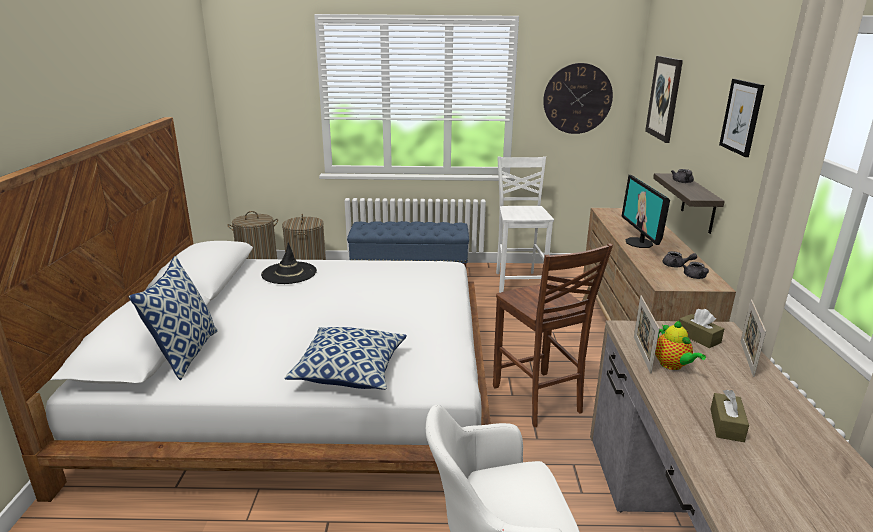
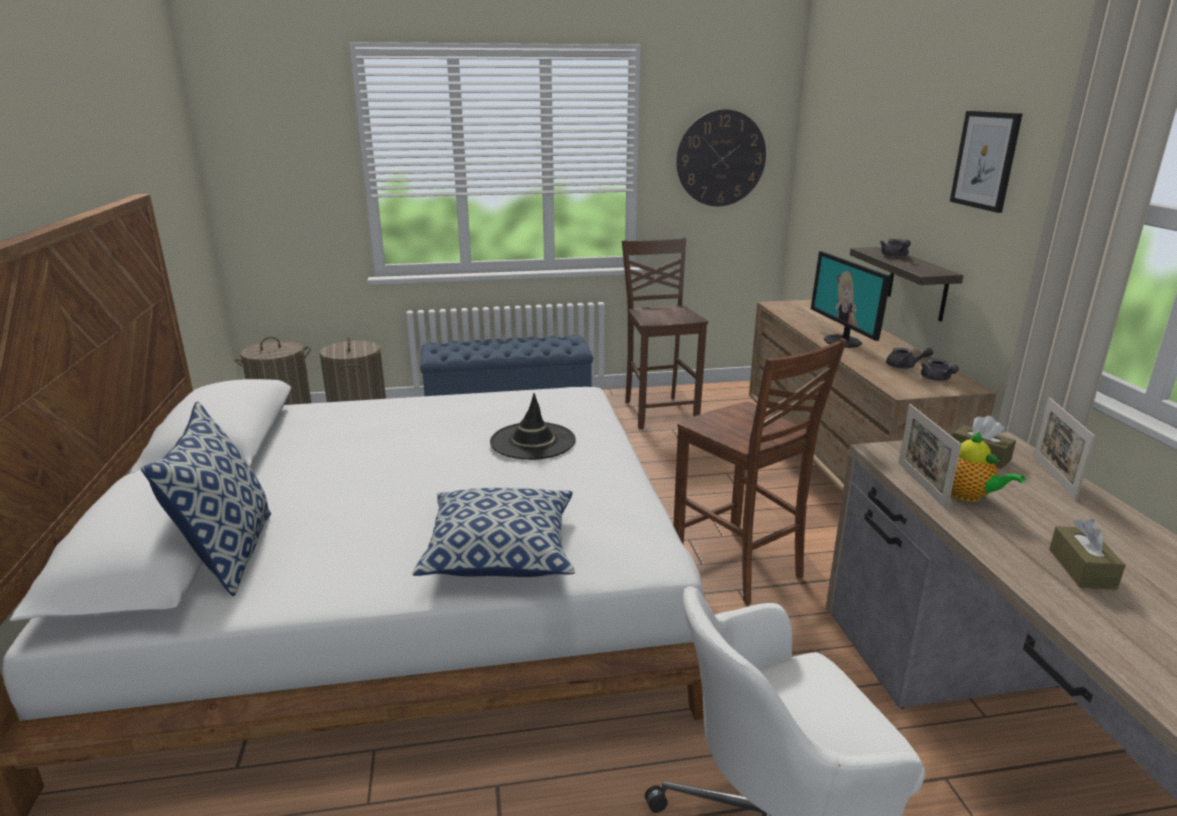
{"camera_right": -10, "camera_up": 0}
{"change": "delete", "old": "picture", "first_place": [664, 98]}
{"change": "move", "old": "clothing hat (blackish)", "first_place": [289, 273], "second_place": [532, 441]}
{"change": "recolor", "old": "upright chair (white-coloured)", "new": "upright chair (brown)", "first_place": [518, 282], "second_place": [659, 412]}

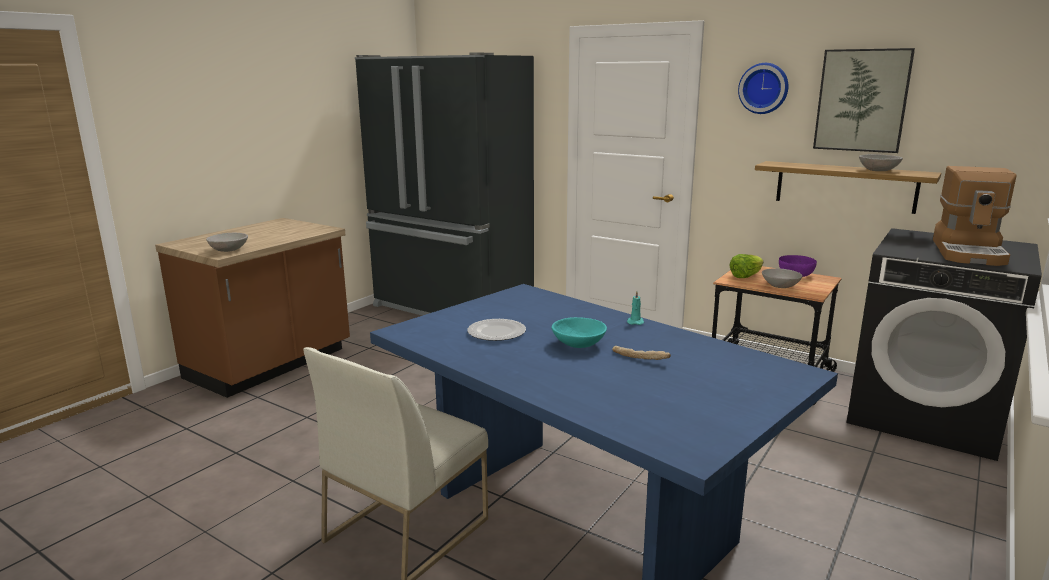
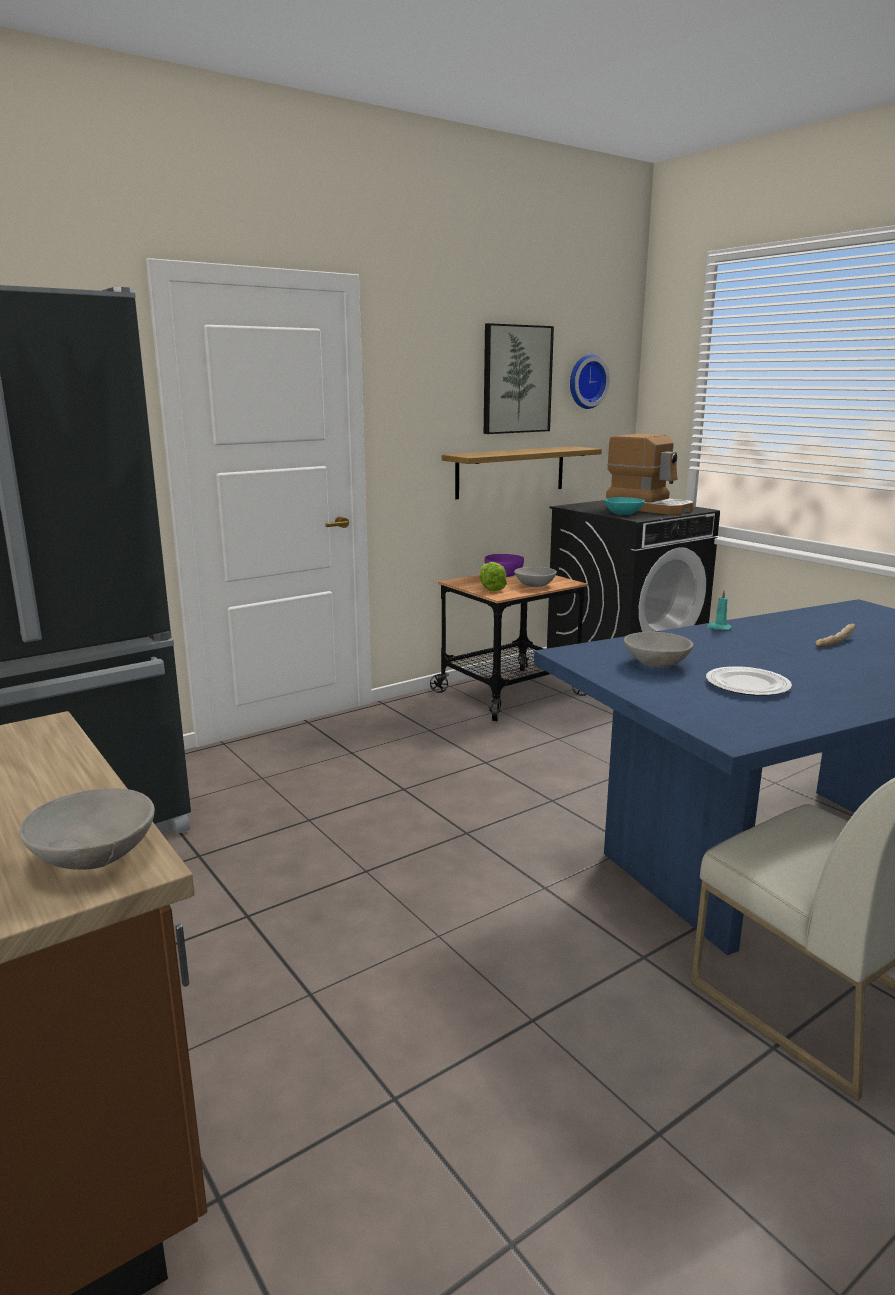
{"camera_right": -70, "camera_up": 0}
{"change": "move", "old": "bowl (turquoise-coloured)", "first_place": [578, 344], "second_place": [623, 514]}
{"change": "move", "old": "hanging clock", "first_place": [764, 88], "second_place": [585, 381]}
{"change": "move", "old": "bowl (grey)", "first_place": [878, 170], "second_place": [656, 664]}

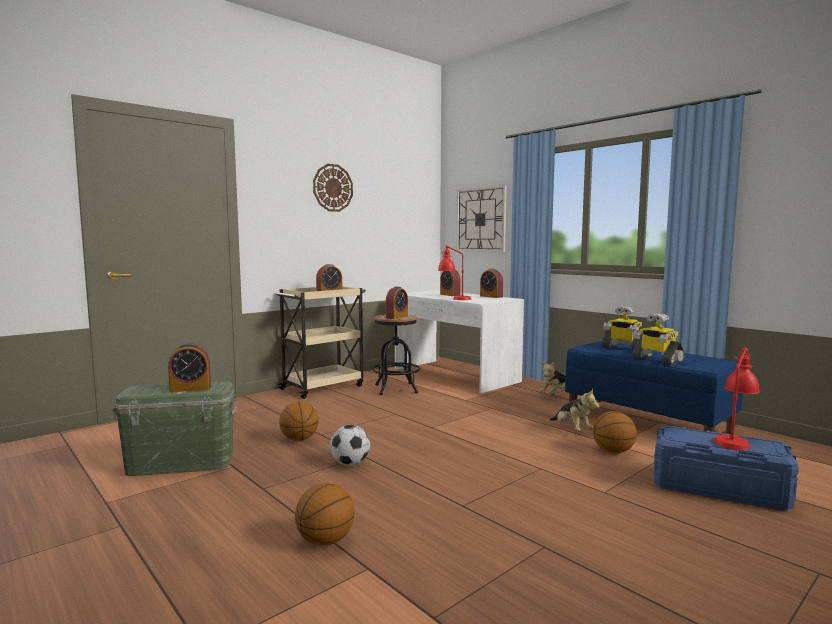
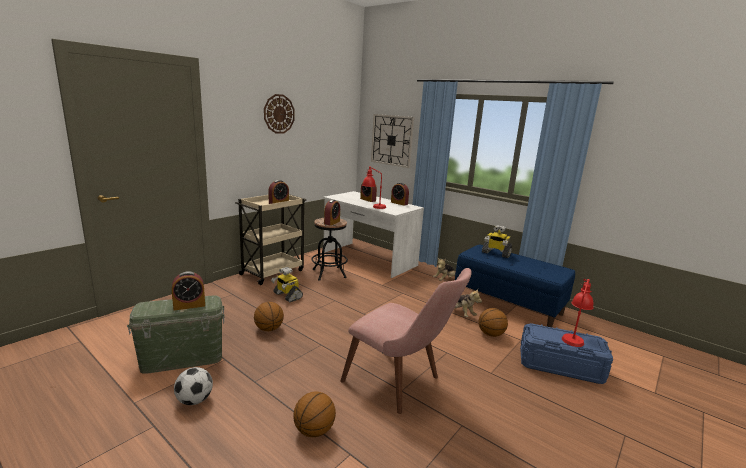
{"camera_right": -10, "camera_up": 10}
{"change": "insert", "new": "upright chair (pink)", "second_place": [401, 383]}
{"change": "move", "old": "football ball", "first_place": [350, 464], "second_place": [194, 400]}
{"change": "move", "old": "model robot", "first_place": [656, 359], "second_place": [287, 296]}

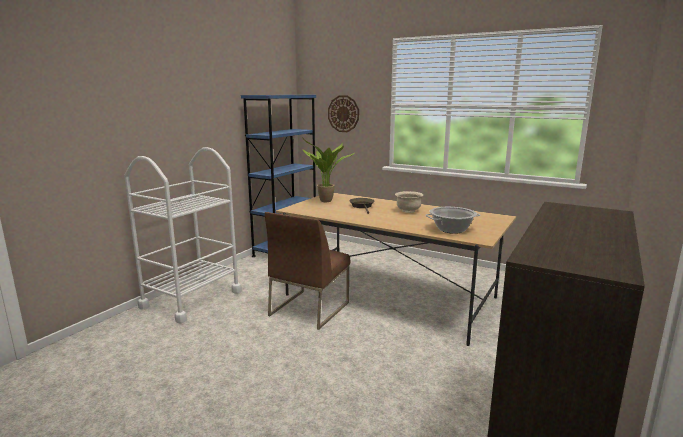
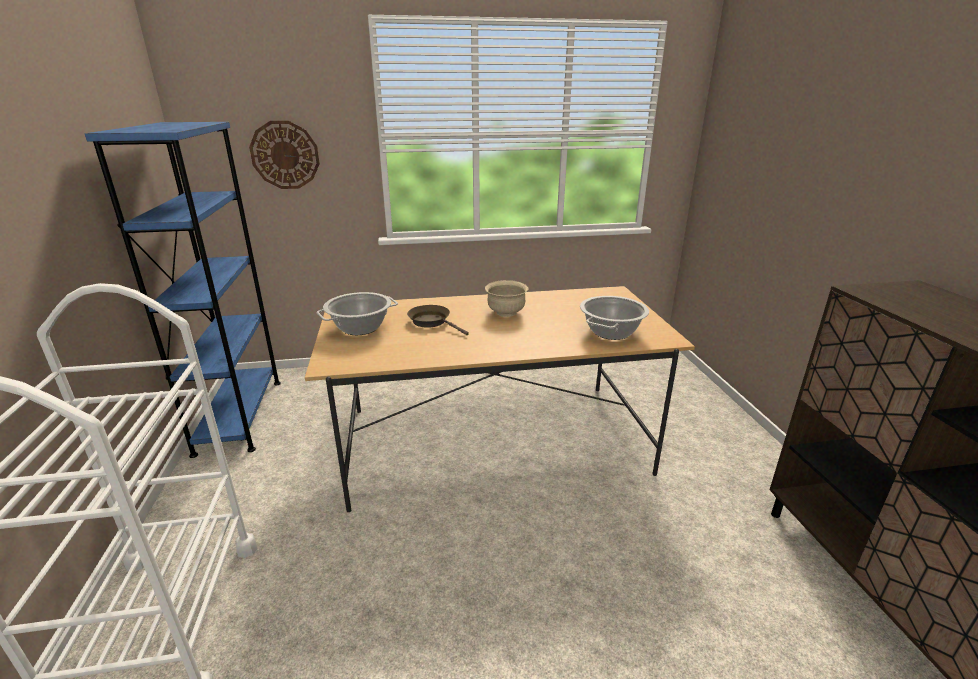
{"camera_right": -40, "camera_up": 10}
{"change": "delete", "old": "upright chair (brown)", "first_place": [309, 308]}
{"change": "replace", "old": "plant in a pot", "new": "saucepot", "first_place": [326, 201], "second_place": [360, 328]}

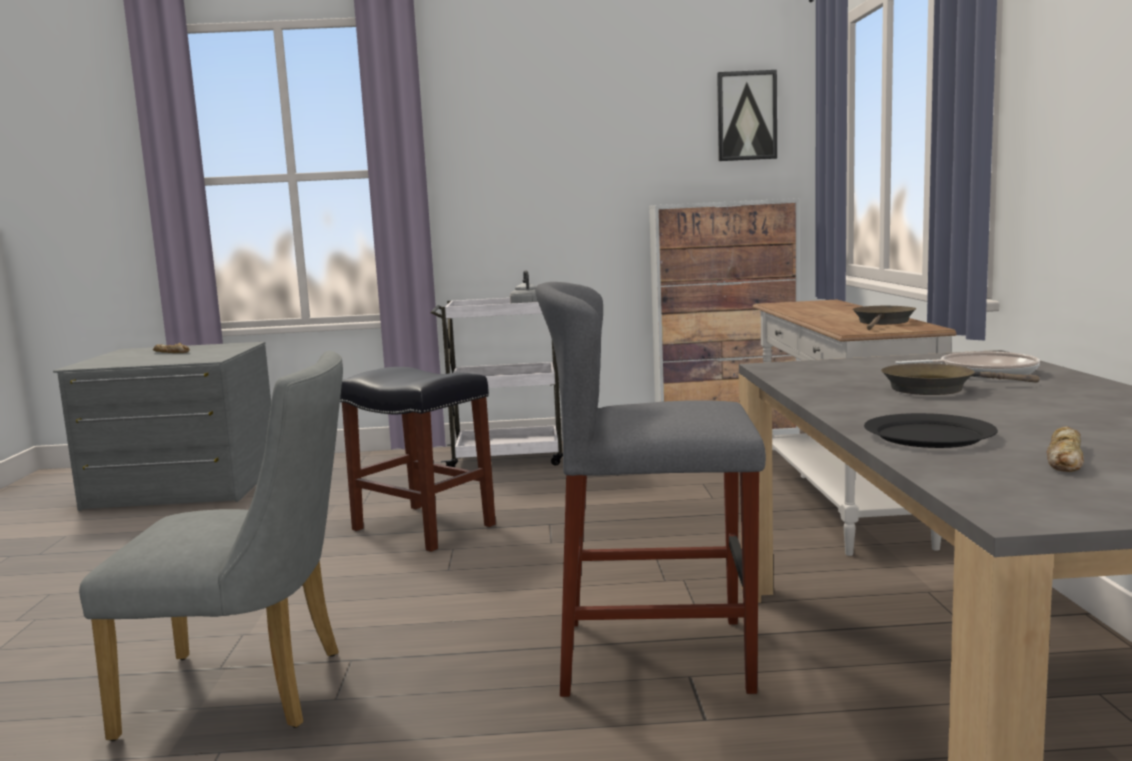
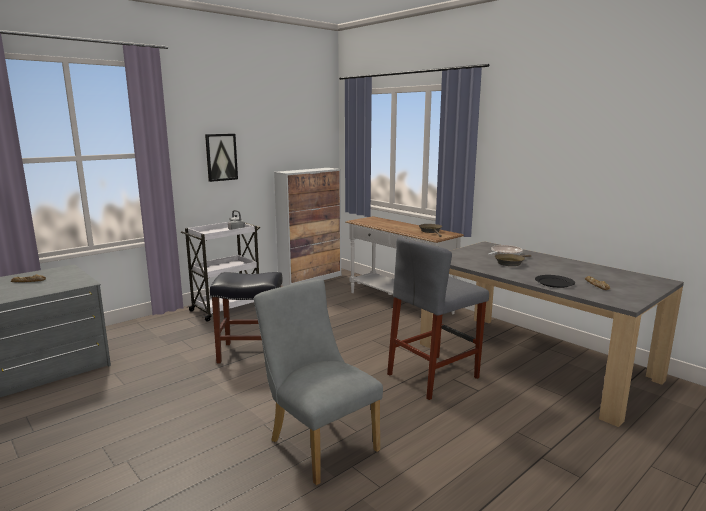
{"camera_right": -40, "camera_up": 5}
{"change": "move", "old": "picture", "first_place": [746, 116], "second_place": [221, 157]}
{"change": "rotate", "old": "upright chair (grey)", "first_place": [251, 691], "second_place": [318, 442], "degrees": -90}

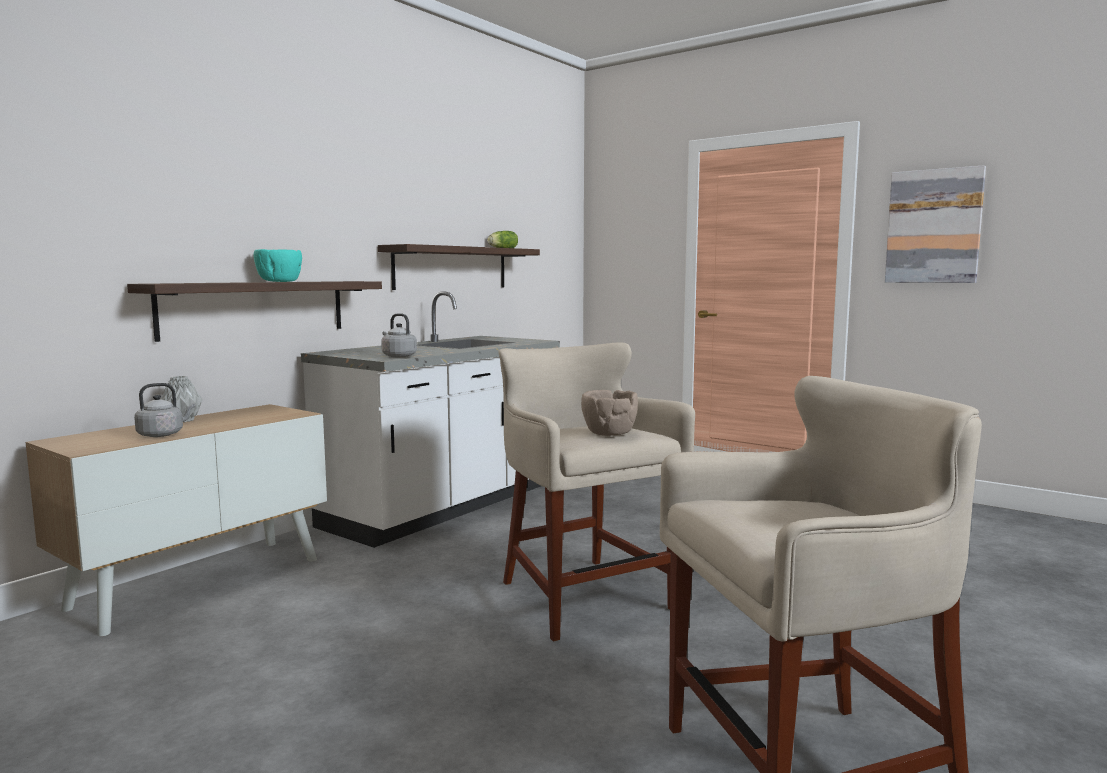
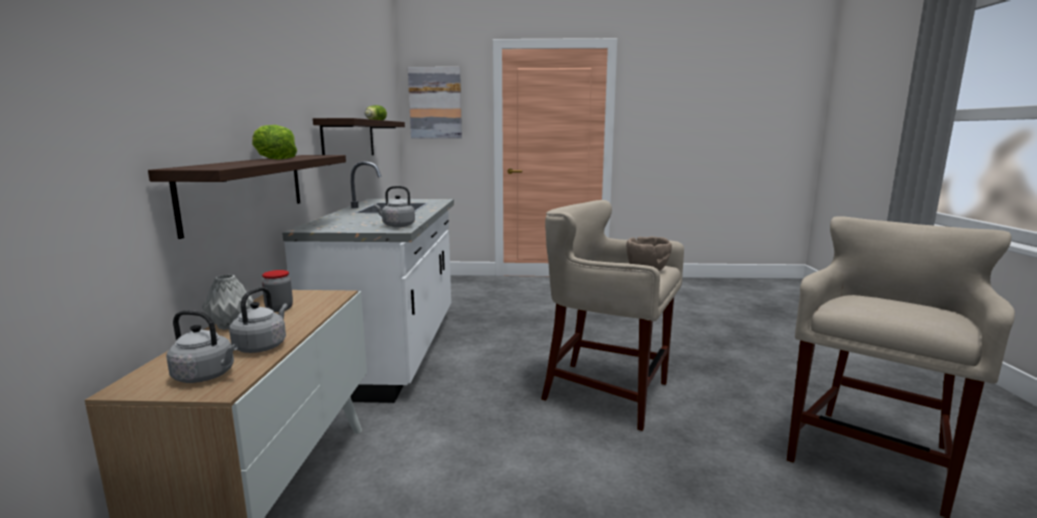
{"camera_right": -35, "camera_up": 5}
{"change": "insert", "new": "tea kettle (grey)", "second_place": [207, 376]}
{"change": "insert", "new": "preserve jar", "second_place": [279, 308]}
{"change": "move", "old": "picture", "first_place": [933, 226], "second_place": [435, 103]}
{"change": "replace", "old": "bowl (turquoise-coloured)", "new": "lettuce", "first_place": [279, 281], "second_place": [273, 159]}

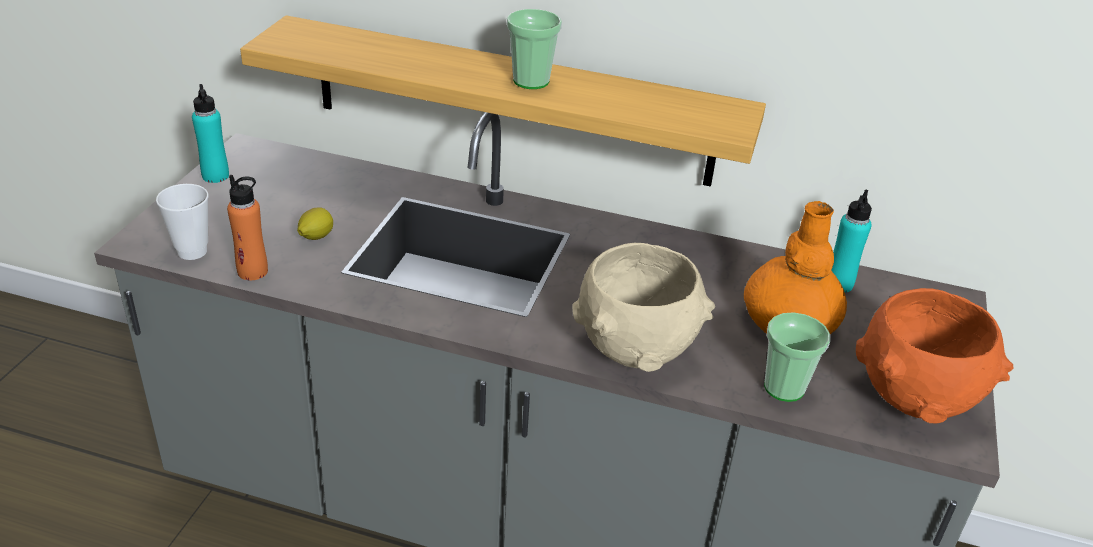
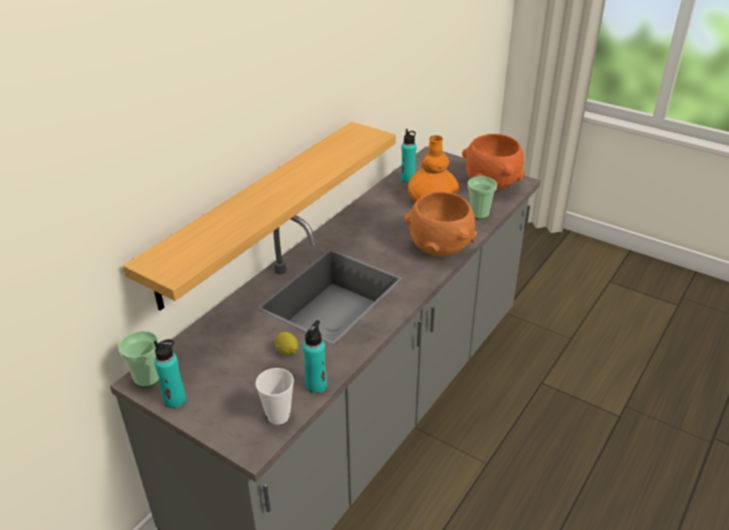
{"camera_right": -70, "camera_up": 0}
{"change": "move", "old": "small cup", "first_place": [531, 81], "second_place": [147, 378]}
{"change": "recolor", "old": "beverage bottle (orangey)", "new": "beverage bottle (turquoise-coloured)", "first_place": [253, 271], "second_place": [316, 385]}
{"change": "recolor", "old": "bowl (beige-coloured)", "new": "bowl (orangey)", "first_place": [635, 347], "second_place": [439, 248]}

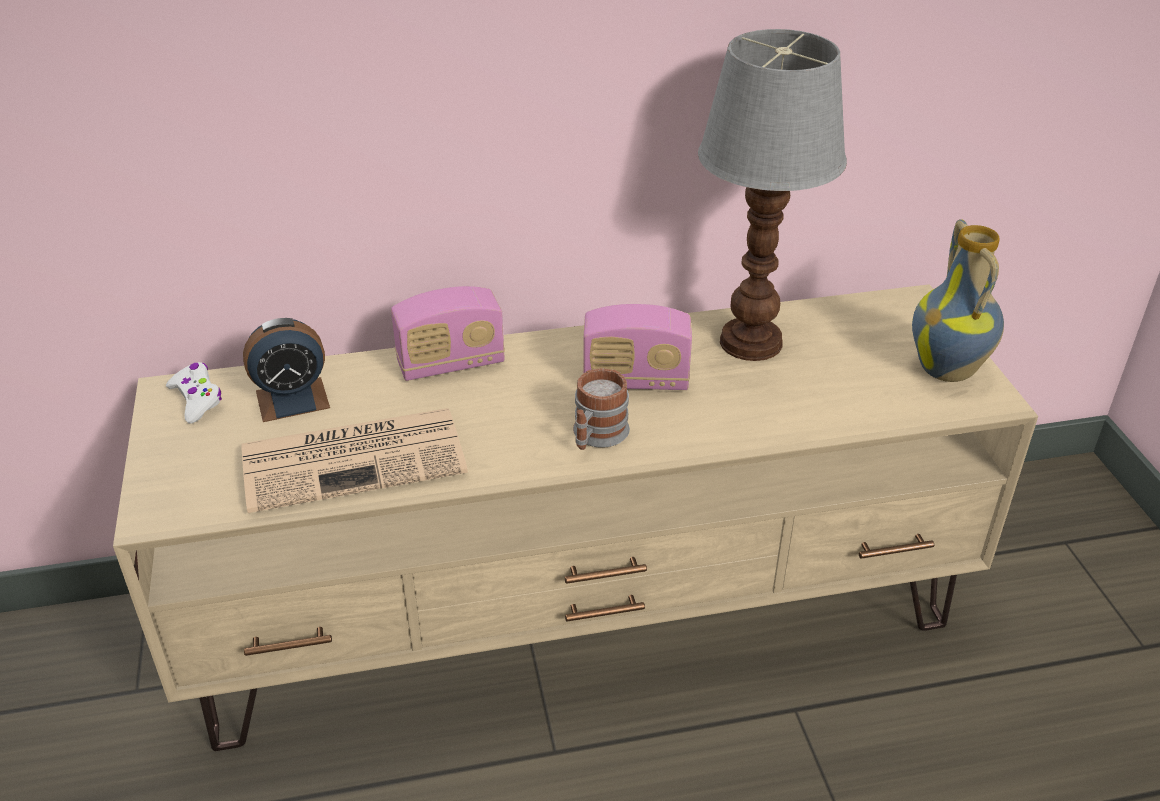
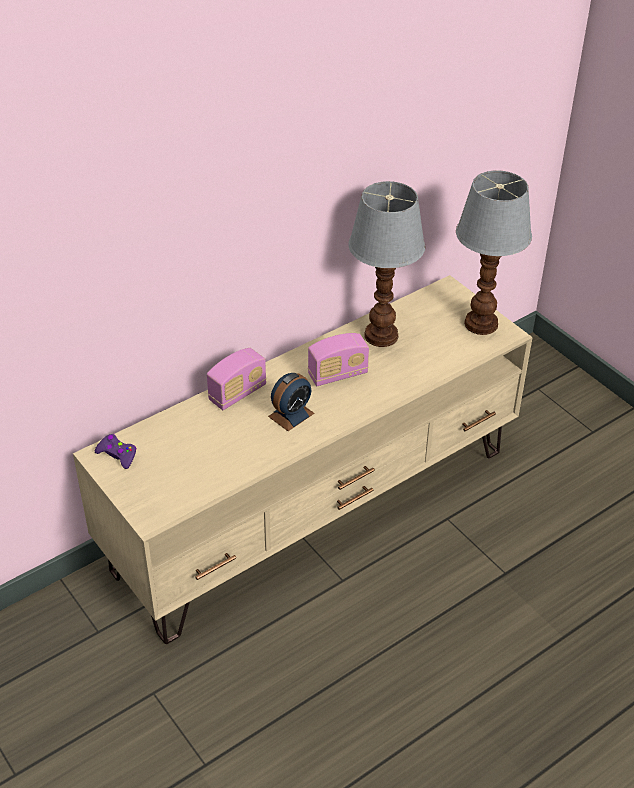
{"camera_right": -25, "camera_up": 5}
{"change": "delete", "old": "printed paper", "first_place": [356, 458]}
{"change": "delete", "old": "mug", "first_place": [596, 436]}
{"change": "move", "old": "bedside clock", "first_place": [292, 399], "second_place": [291, 415]}
{"change": "replace", "old": "decorative vase", "new": "table lamp", "first_place": [948, 370], "second_place": [482, 324]}
{"change": "recolor", "old": "game controller (white-coloured)", "new": "game controller (purple-coloured)", "first_place": [197, 399], "second_place": [117, 454]}

